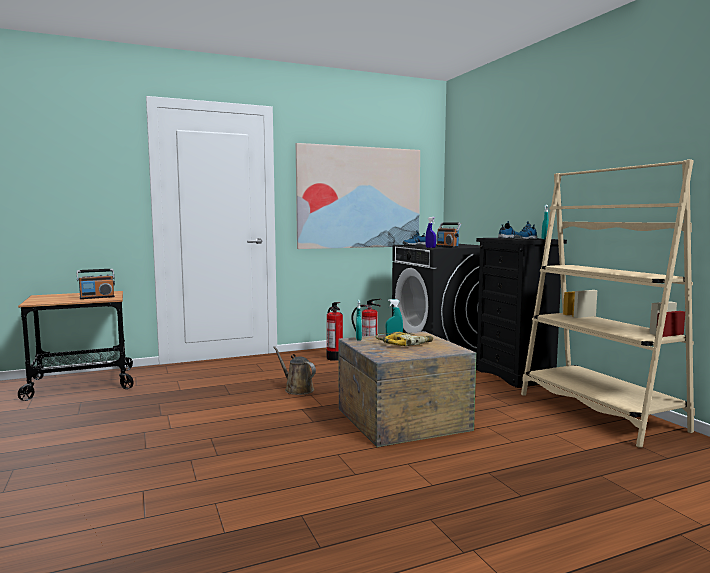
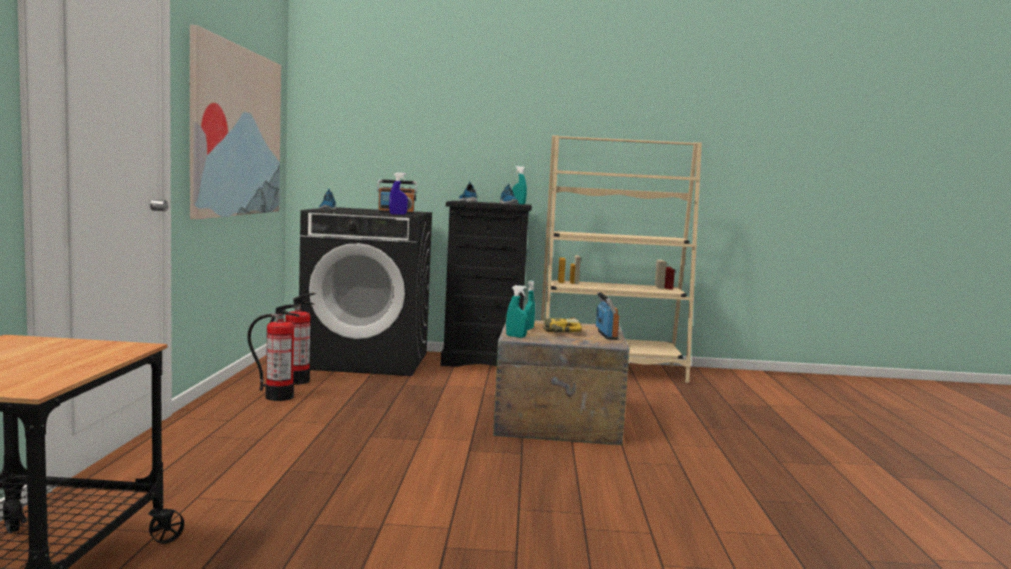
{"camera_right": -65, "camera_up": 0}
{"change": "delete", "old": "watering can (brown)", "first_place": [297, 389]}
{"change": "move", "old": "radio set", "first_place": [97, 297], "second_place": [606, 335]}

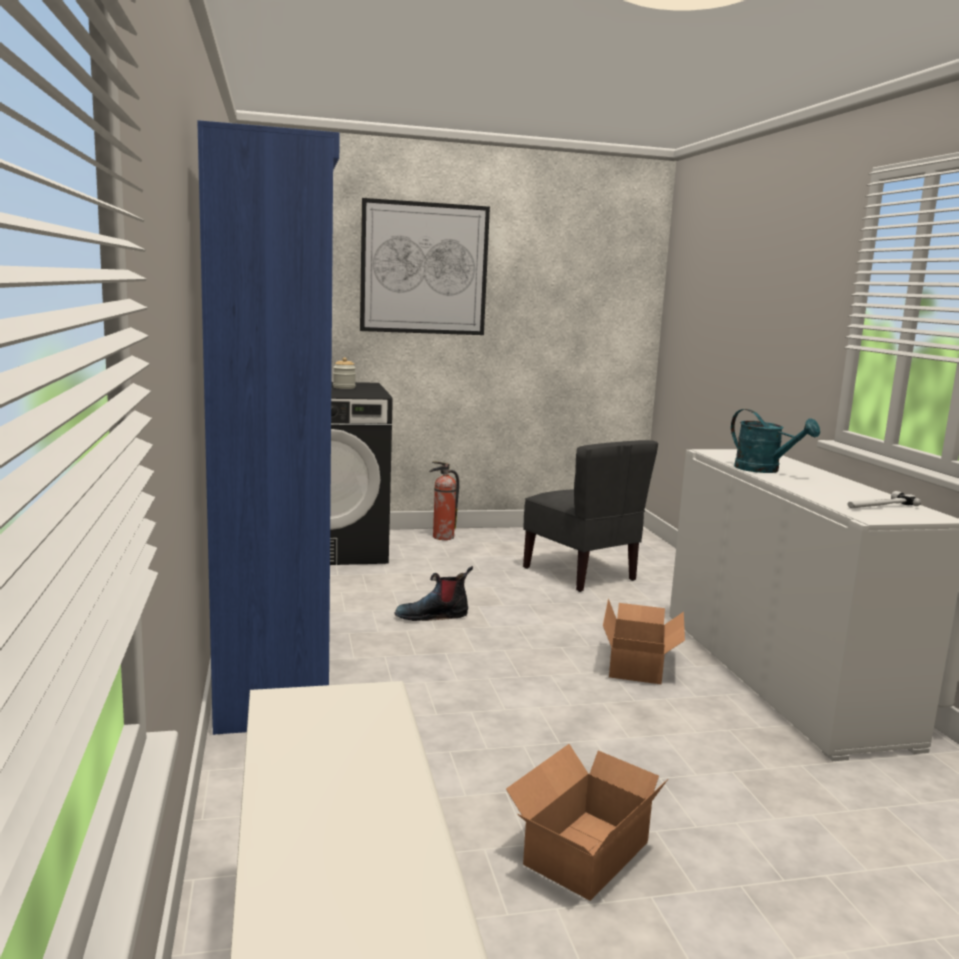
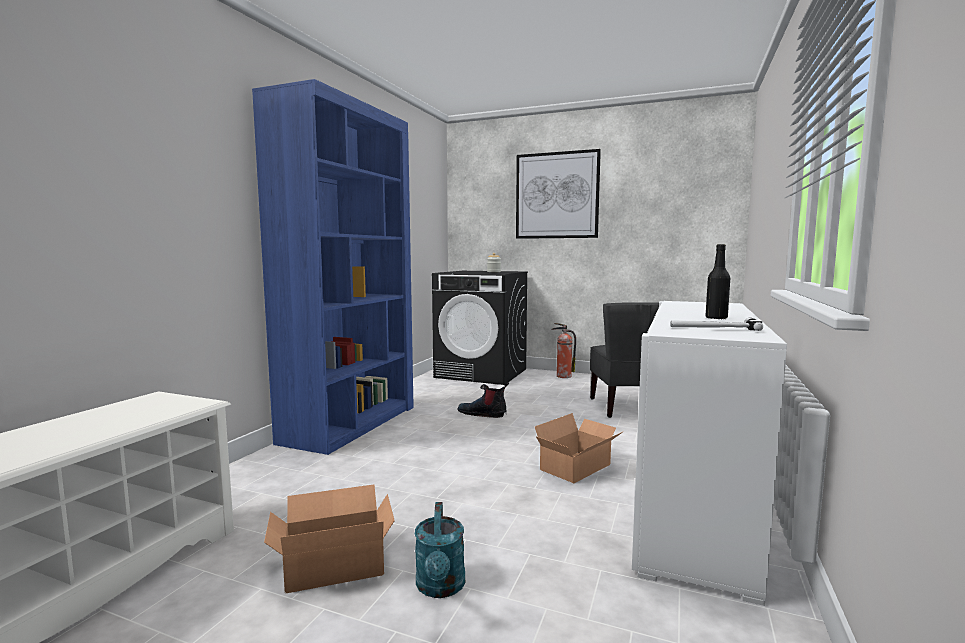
{"camera_right": 35, "camera_up": -5}
{"change": "insert", "new": "beverage bottle (blackish)", "second_place": [716, 318]}
{"change": "move", "old": "watering can (turquoise-coloured)", "first_place": [764, 470], "second_place": [440, 588]}

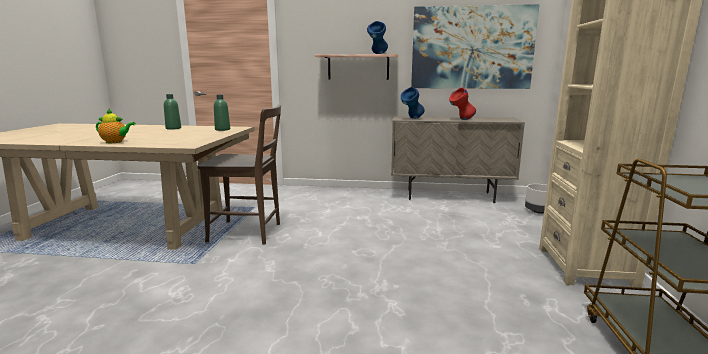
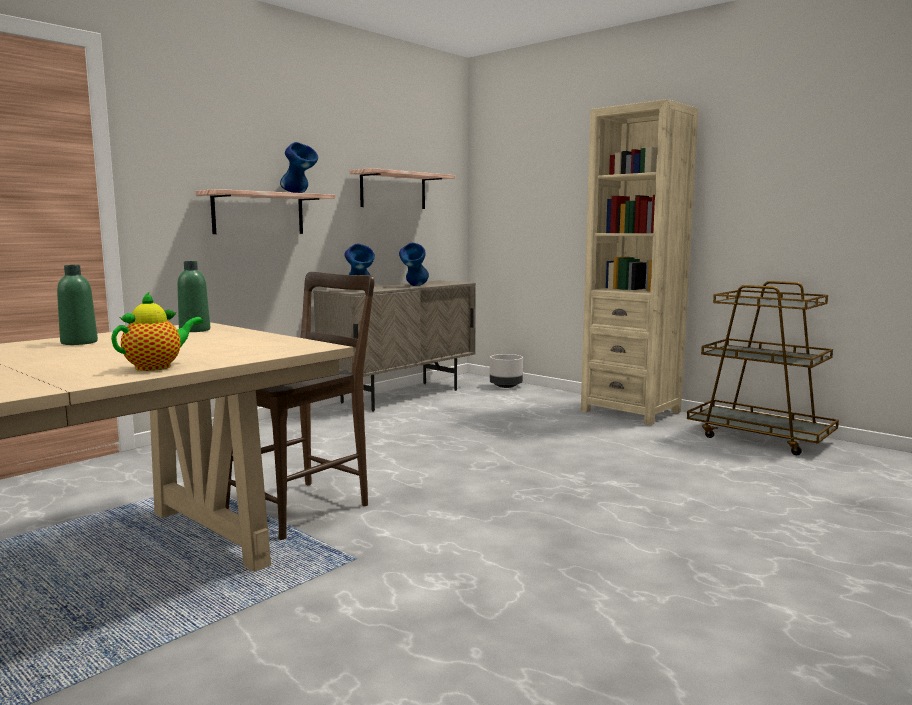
{"camera_right": -55, "camera_up": -5}
{"change": "replace", "old": "picture", "new": "shelf", "first_place": [472, 48], "second_place": [393, 190]}
{"change": "recolor", "old": "decorative vase (red-coloured)", "new": "decorative vase (bluish)", "first_place": [461, 120], "second_place": [415, 286]}

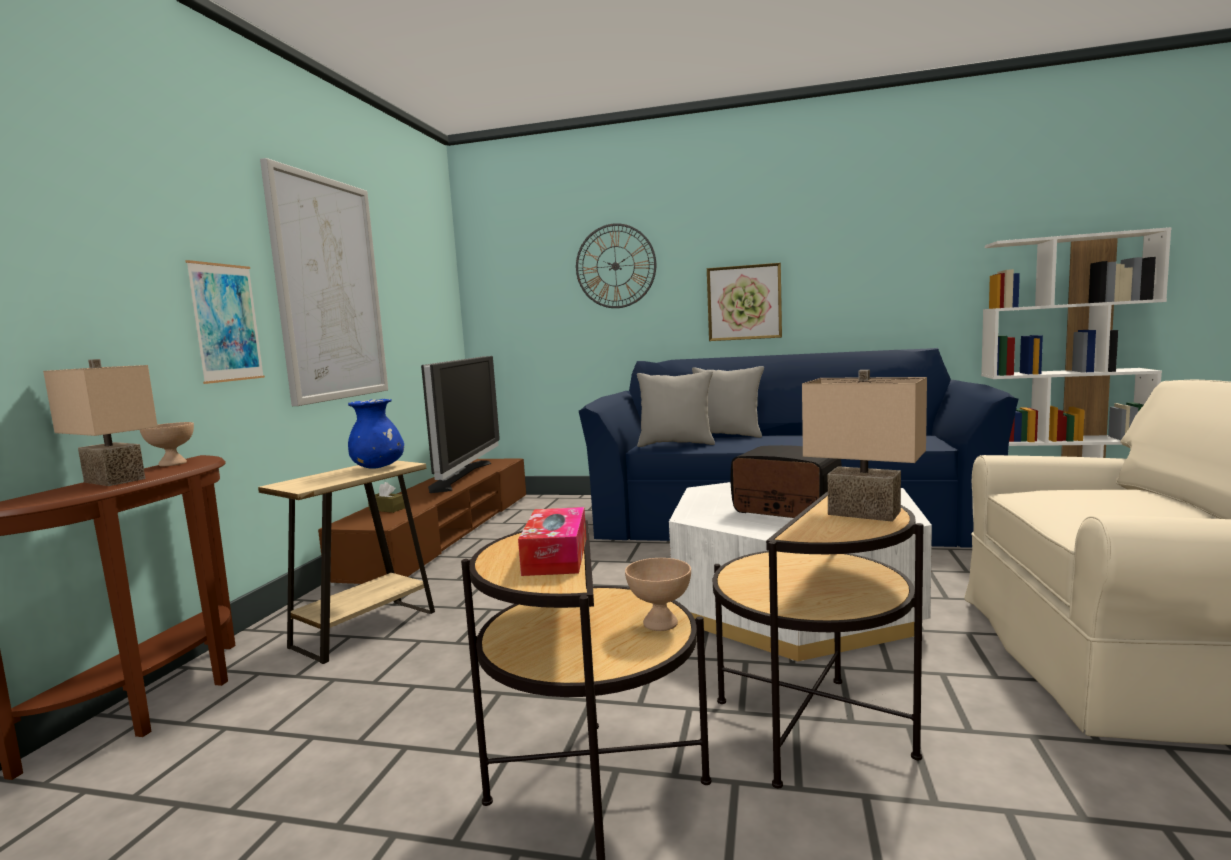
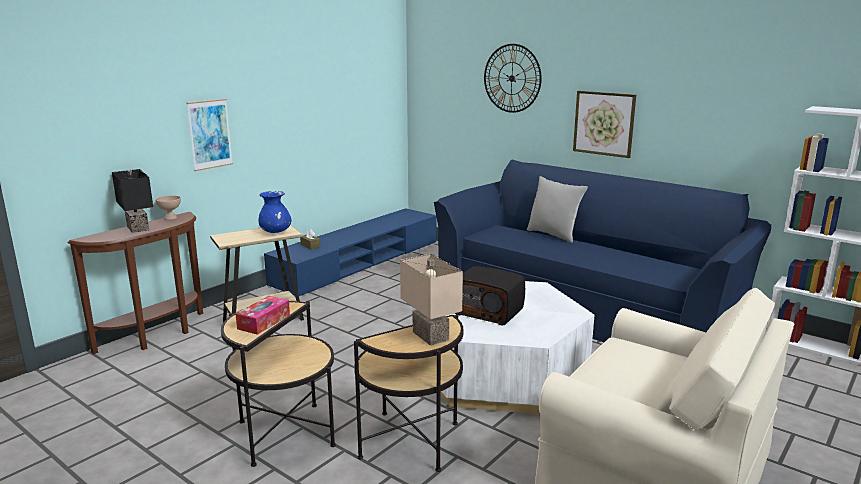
{"camera_right": 25, "camera_up": 10}
{"change": "delete", "old": "picture", "first_place": [329, 289]}
{"change": "delete", "old": "TV", "first_place": [462, 476]}
{"change": "delete", "old": "bowl (beige-coloured)", "first_place": [661, 624]}
{"change": "delete", "old": "pillow (grey)", "first_place": [676, 444]}
{"change": "recolor", "old": "table lamp (beige-coloured)", "new": "table lamp (blackish)", "first_place": [111, 481], "second_place": [136, 228]}
{"change": "recolor", "old": "tv stand (brown)", "new": "tv stand (bluish)", "first_place": [445, 532], "second_place": [359, 263]}
{"change": "rotate", "old": "radio set", "first_place": [785, 509], "second_place": [488, 312], "degrees": 150}

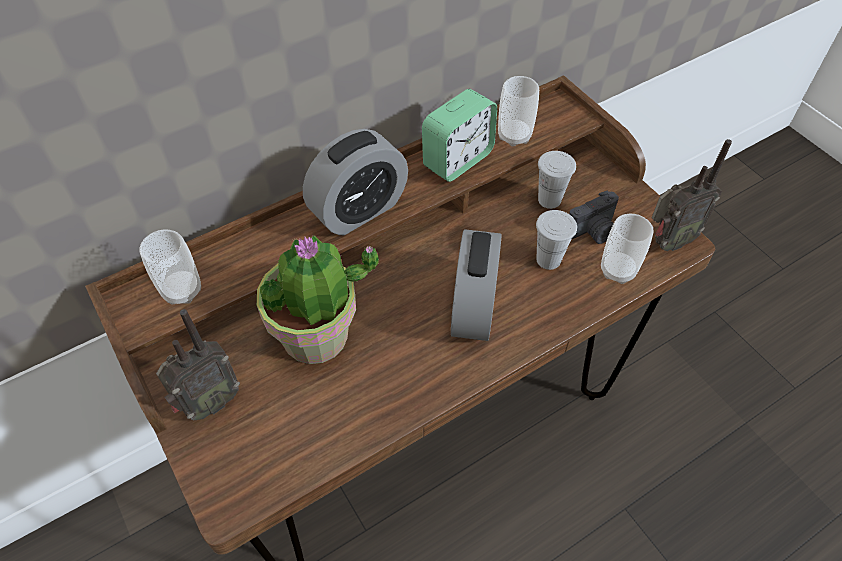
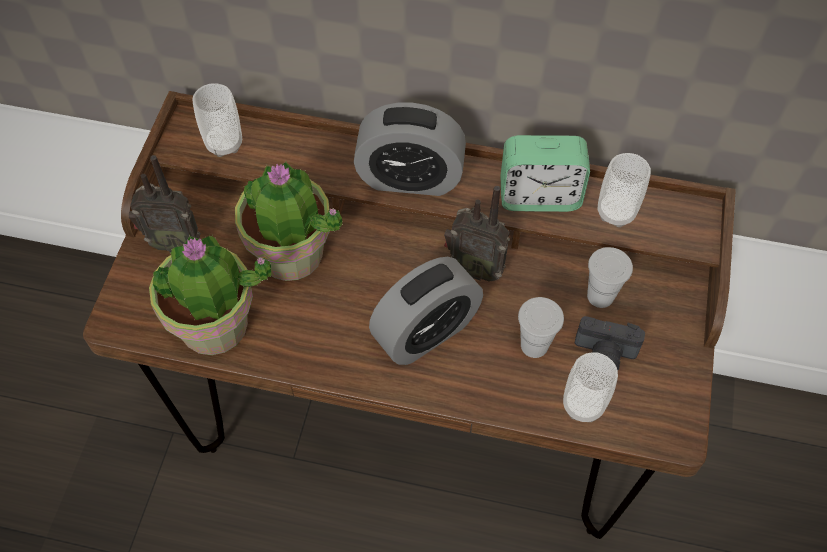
{"camera_right": 45, "camera_up": 5}
{"change": "insert", "new": "plant in a pot", "second_place": [215, 326]}
{"change": "move", "old": "radio set", "first_place": [667, 242], "second_place": [475, 267]}

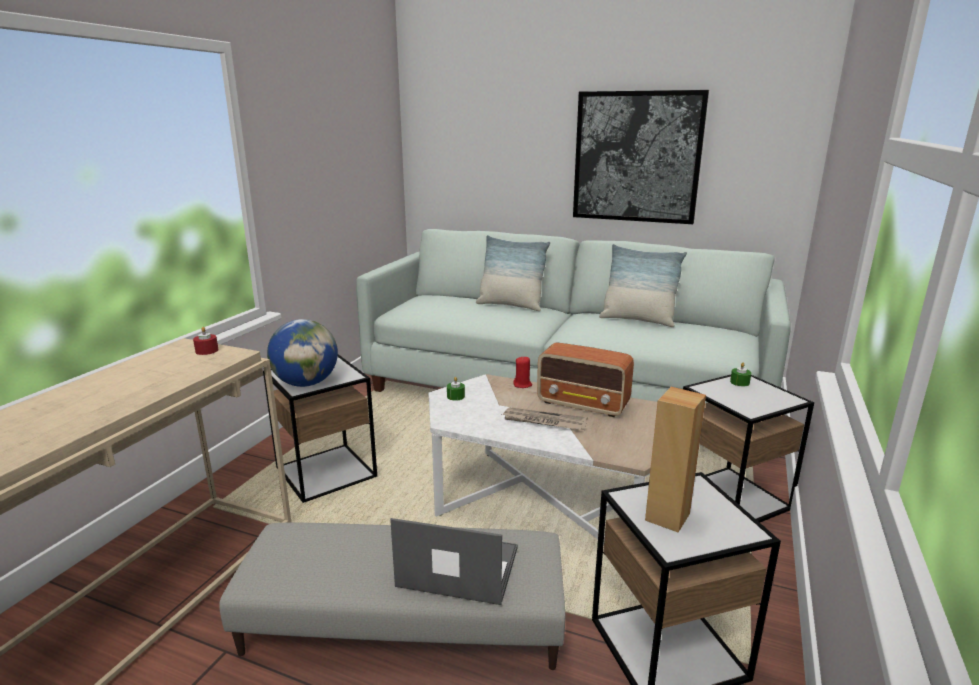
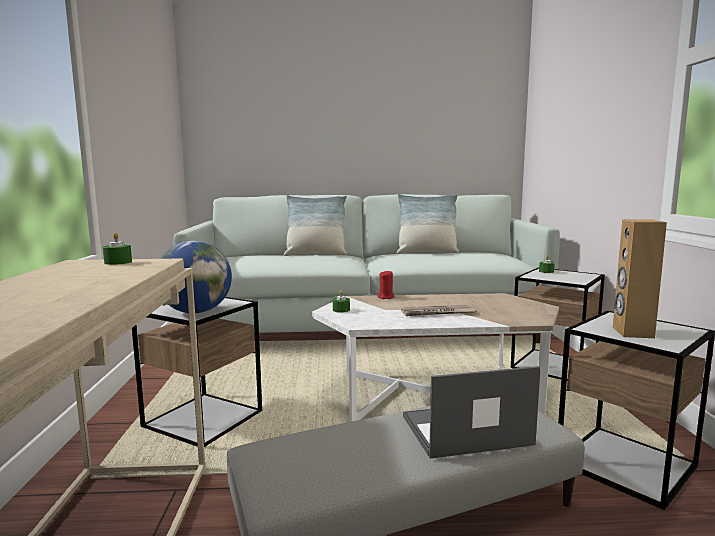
{"camera_right": -25, "camera_up": -10}
{"change": "delete", "old": "radio set", "first_place": [584, 404]}
{"change": "delete", "old": "picture", "first_place": [637, 157]}
{"change": "recolor", "old": "wax light (red-coloured)", "new": "wax light (green-coloured)", "first_place": [207, 350], "second_place": [118, 262]}

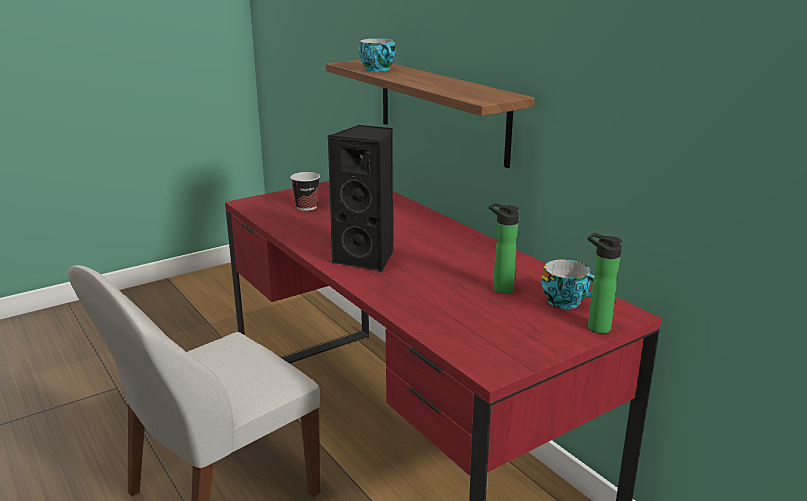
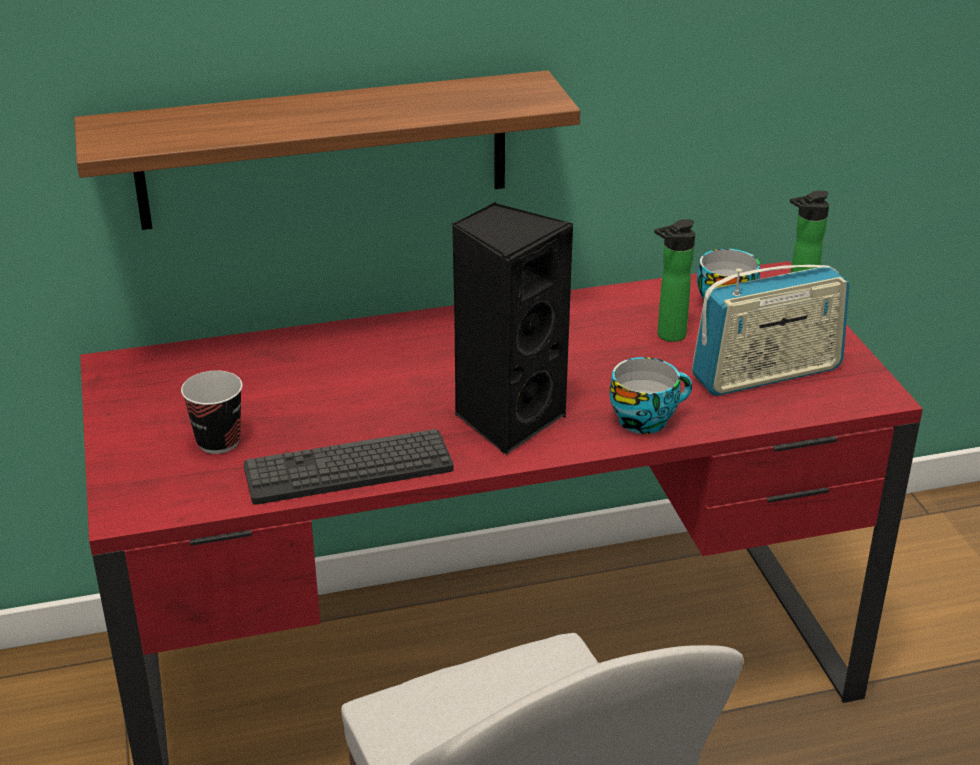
{"camera_right": -70, "camera_up": 10}
{"change": "insert", "new": "PC keyboard", "second_place": [348, 469]}
{"change": "insert", "new": "radio set", "second_place": [767, 374]}
{"change": "move", "old": "small cup", "first_place": [379, 70], "second_place": [645, 418]}

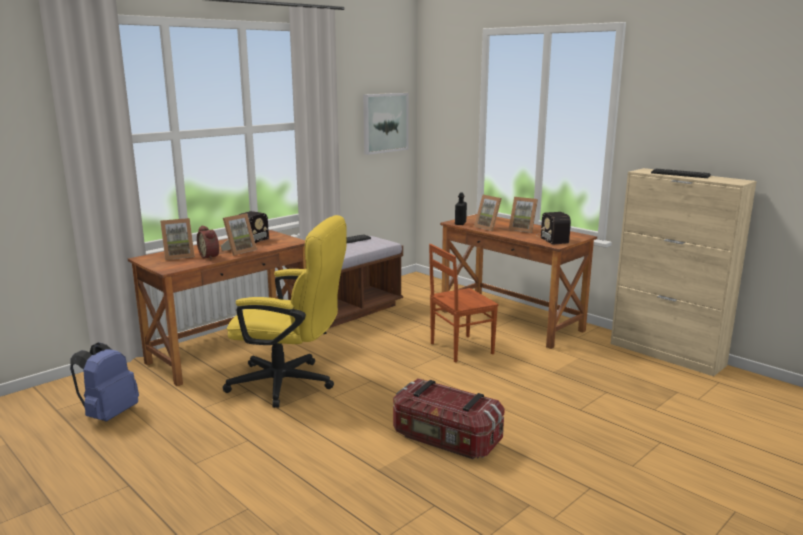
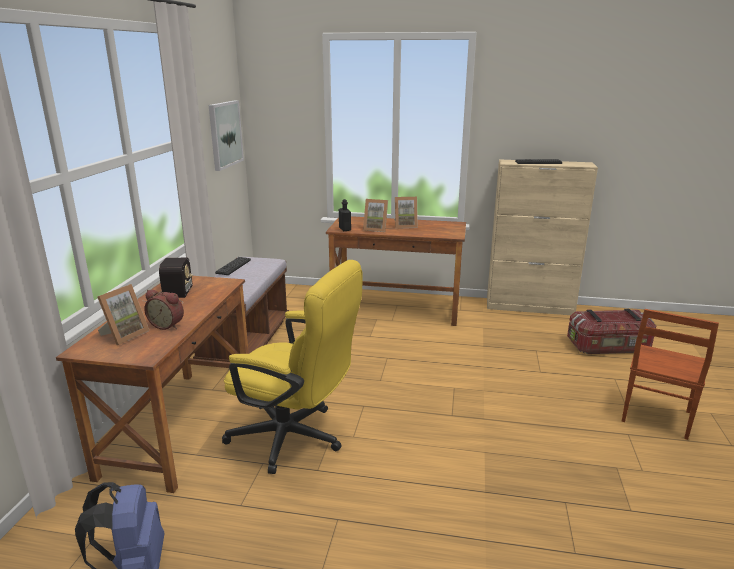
{"camera_right": -35, "camera_up": 5}
{"change": "delete", "old": "picture frame", "first_place": [239, 251]}
{"change": "delete", "old": "radio set", "first_place": [552, 238]}
{"change": "move", "old": "storage box", "first_place": [445, 439], "second_place": [608, 347]}
{"change": "move", "old": "upright chair (brown)", "first_place": [460, 348], "second_place": [654, 417]}
{"change": "rotate", "old": "office chair (yellowish)", "first_place": [290, 384], "second_place": [295, 439], "degrees": 45}

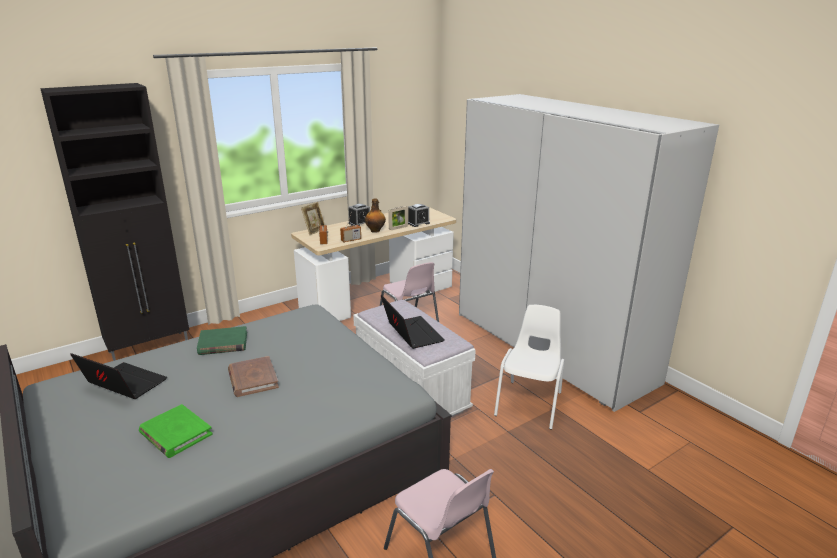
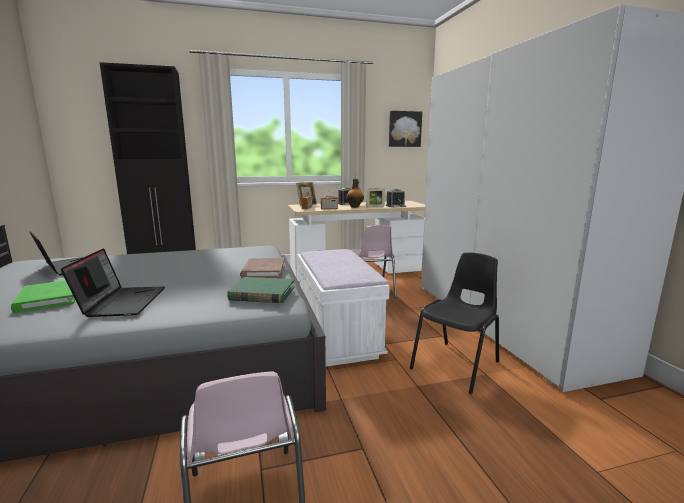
{"camera_right": 20, "camera_up": -10}
{"change": "insert", "new": "picture", "second_place": [404, 129]}
{"change": "move", "old": "volume (green-coloured)", "first_place": [223, 343], "second_place": [262, 293]}
{"change": "move", "old": "volume (brown)", "first_place": [253, 379], "second_place": [263, 271]}
{"change": "move", "old": "laptop", "first_place": [411, 333], "second_place": [121, 302]}
{"change": "recolor", "old": "upright chair (white-coloured)", "new": "upright chair (blackish)", "first_place": [530, 403], "second_place": [457, 365]}

